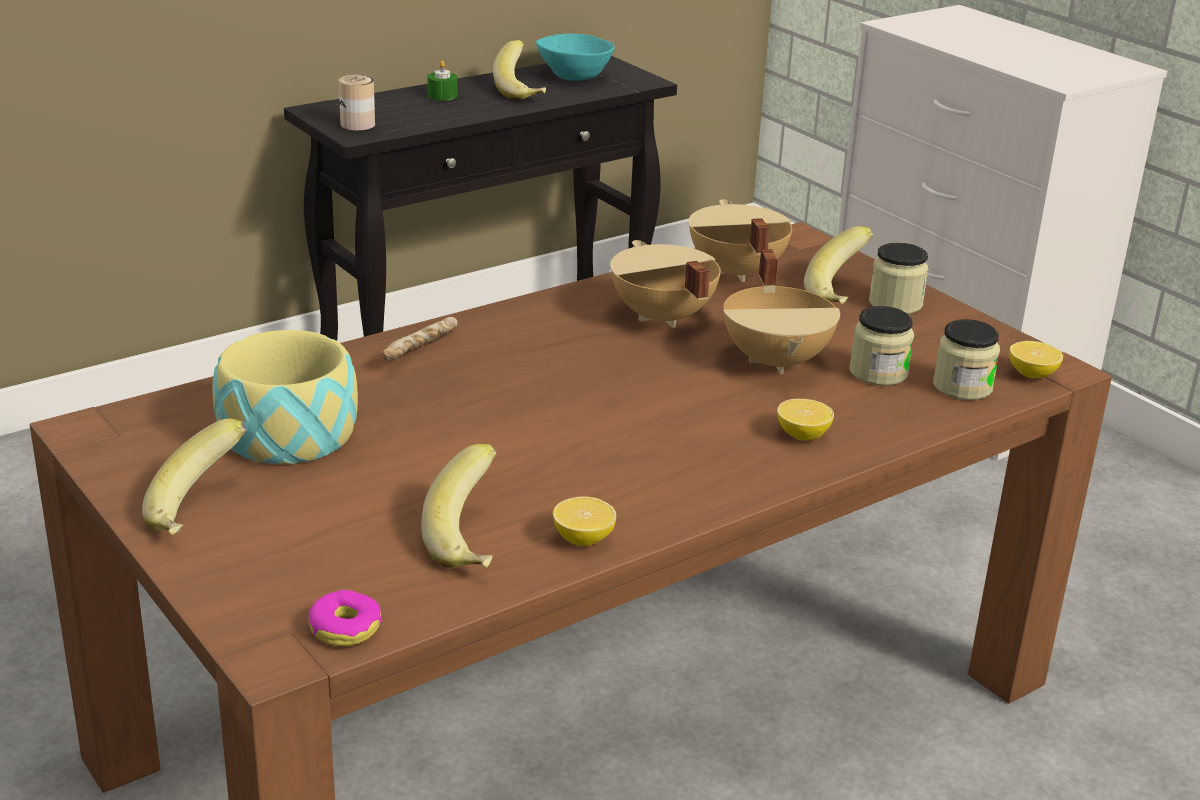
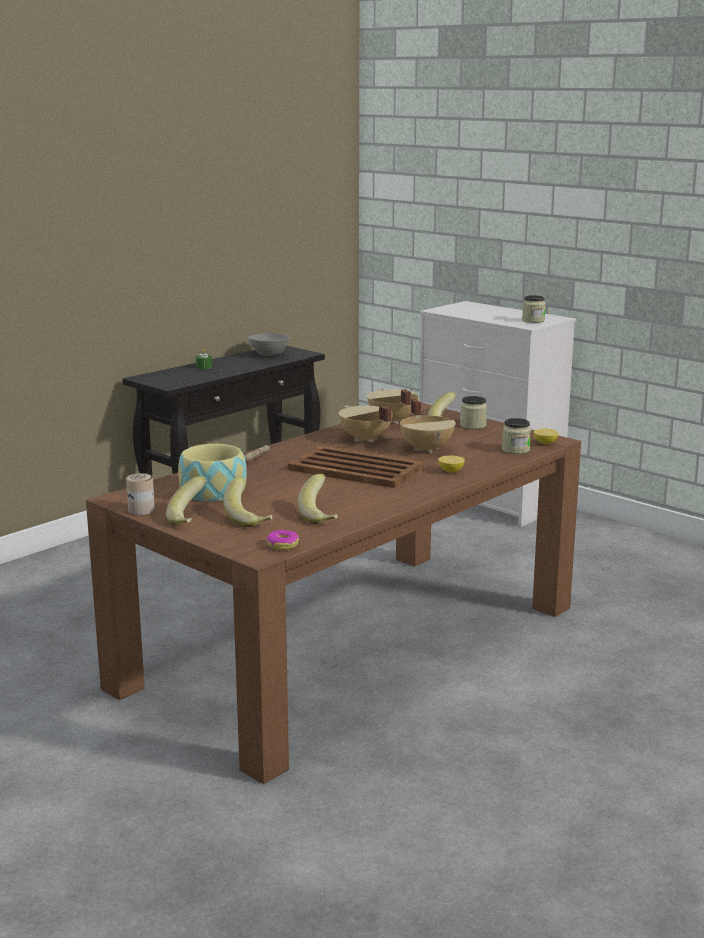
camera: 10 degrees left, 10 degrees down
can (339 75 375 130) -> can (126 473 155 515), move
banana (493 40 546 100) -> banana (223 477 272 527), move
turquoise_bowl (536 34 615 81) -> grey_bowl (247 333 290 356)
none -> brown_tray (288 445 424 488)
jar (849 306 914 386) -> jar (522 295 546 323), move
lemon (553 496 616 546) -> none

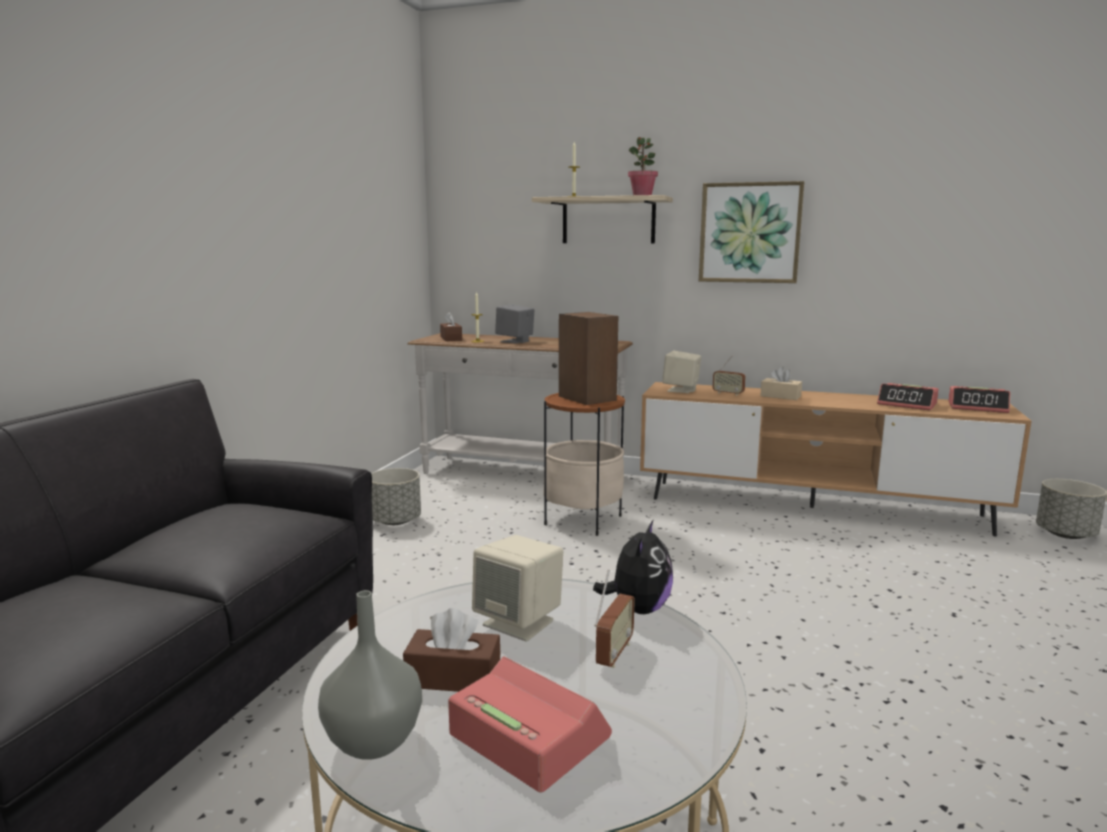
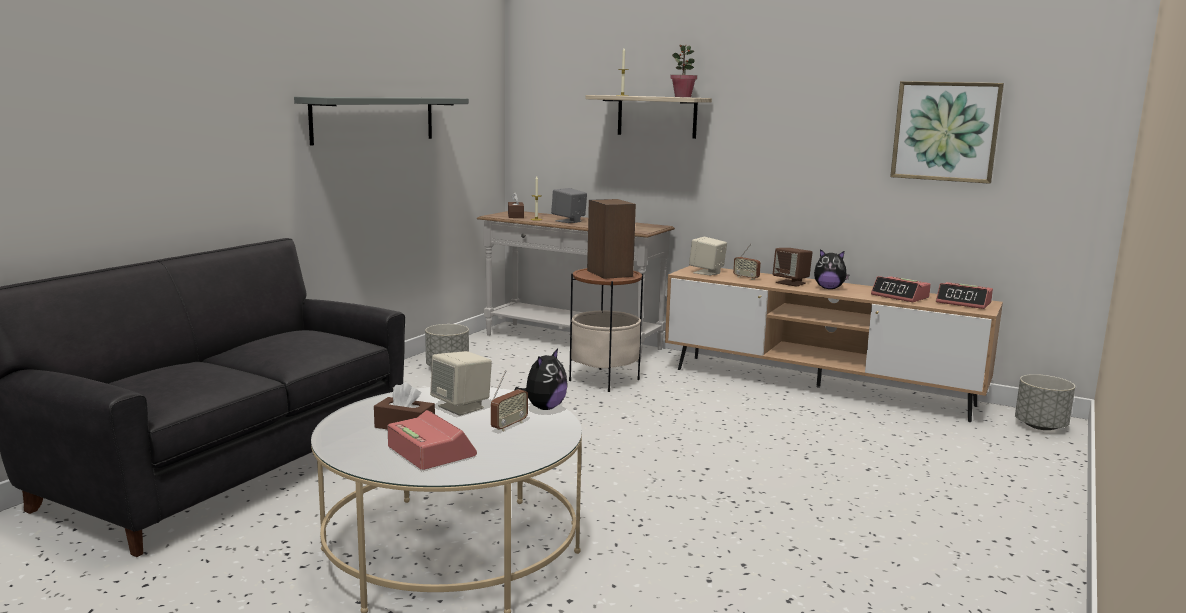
camera: 10 degrees right, 0 degrees up
none -> grey_shelf (294 97 469 145)
beige_tissue_box (760 366 802 400) -> brown_speaker (773 248 813 287)
none -> plush_toy (814 249 849 289)
picture (699 181 804 283) -> picture (890 81 1004 184), move
grey_vase (318 590 422 760) -> none

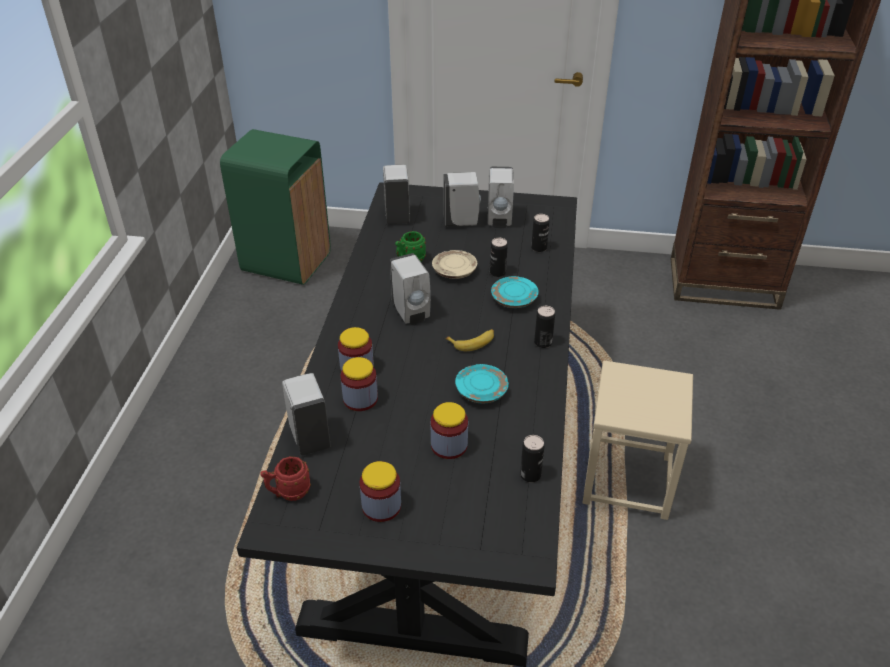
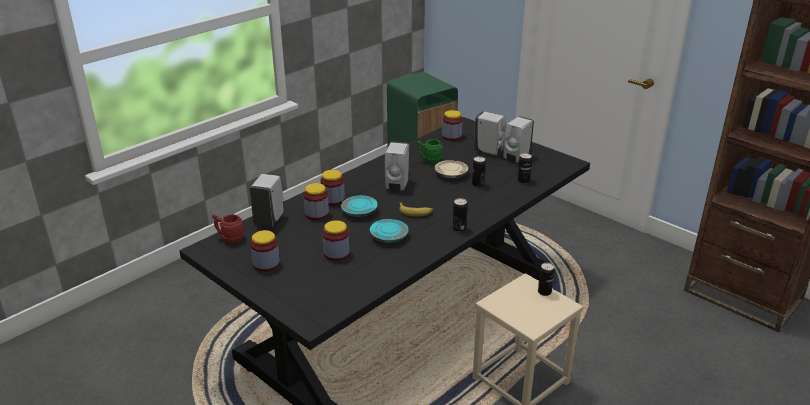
camera: 35 degrees right, 10 degrees down
turquoise_plate (491 276 539 308) -> turquoise_plate (341 195 378 217), move
white_soap_dispenser (383 165 410 224) -> jar (442 110 463 141)
can (520 435 545 482) -> can (538 263 555 296), move

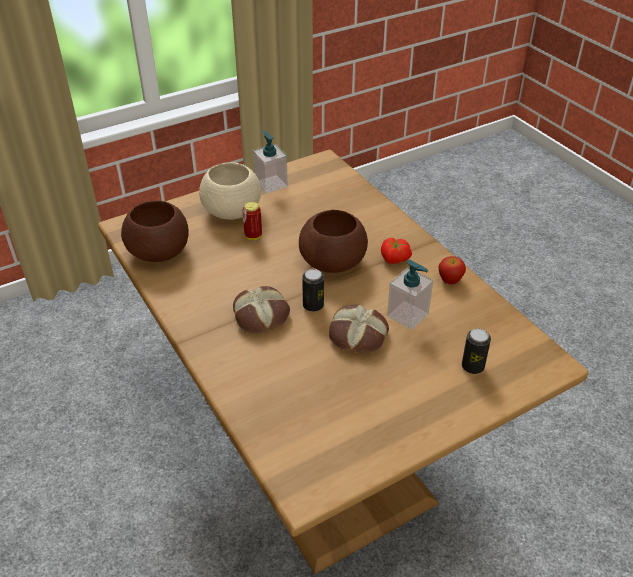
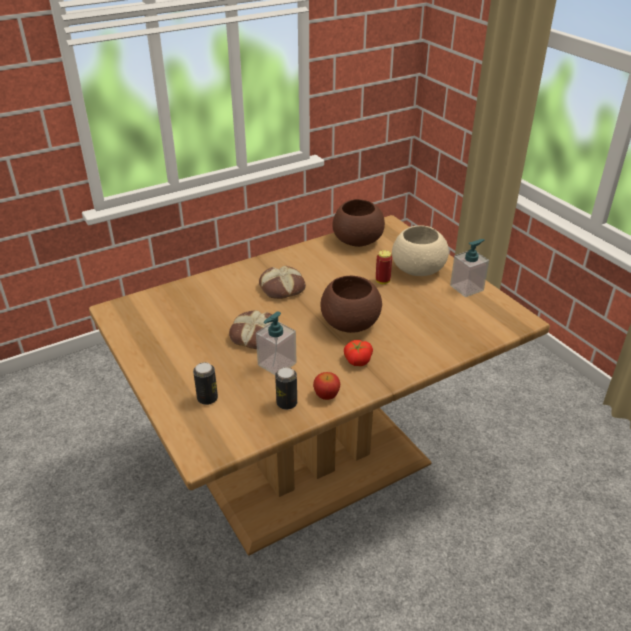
camera: 90 degrees right, 5 degrees down
can (302 269 324 312) -> can (275 367 297 410), move

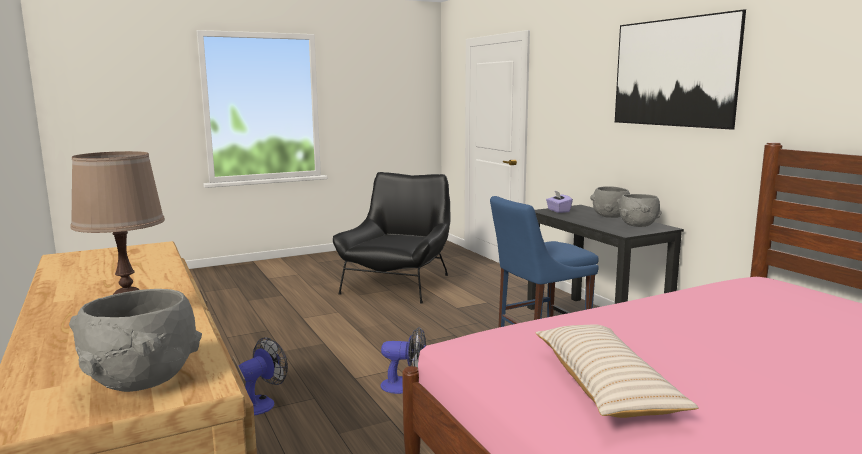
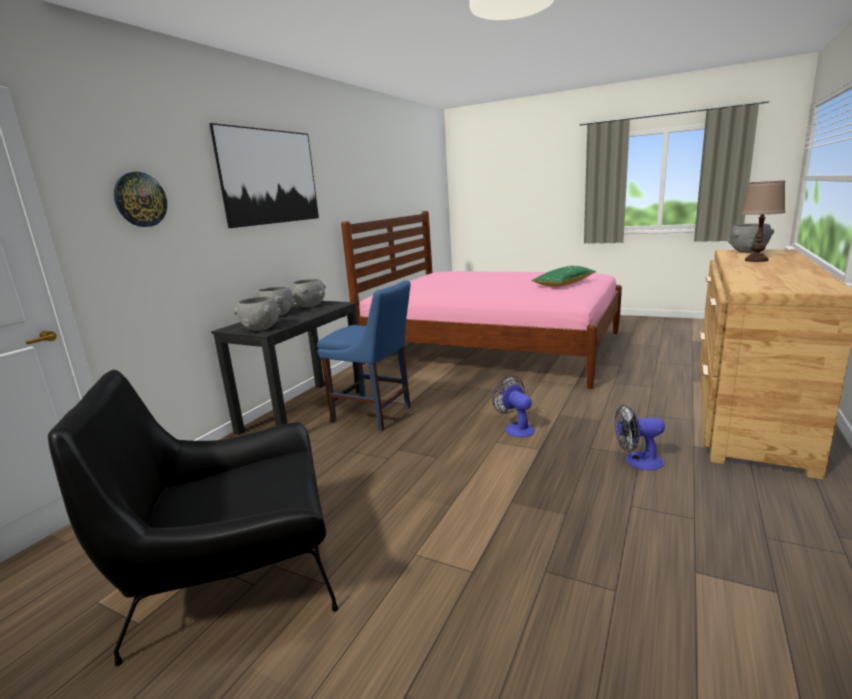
camera: 125 degrees left, 5 degrees up
none -> wall_clock (114 172 167 227)
purple_tissue_box (546 191 573 213) -> grey_bowl (234 296 281 331)
beige_pillow (536 324 699 418) -> green_pillow (531 266 596 287)

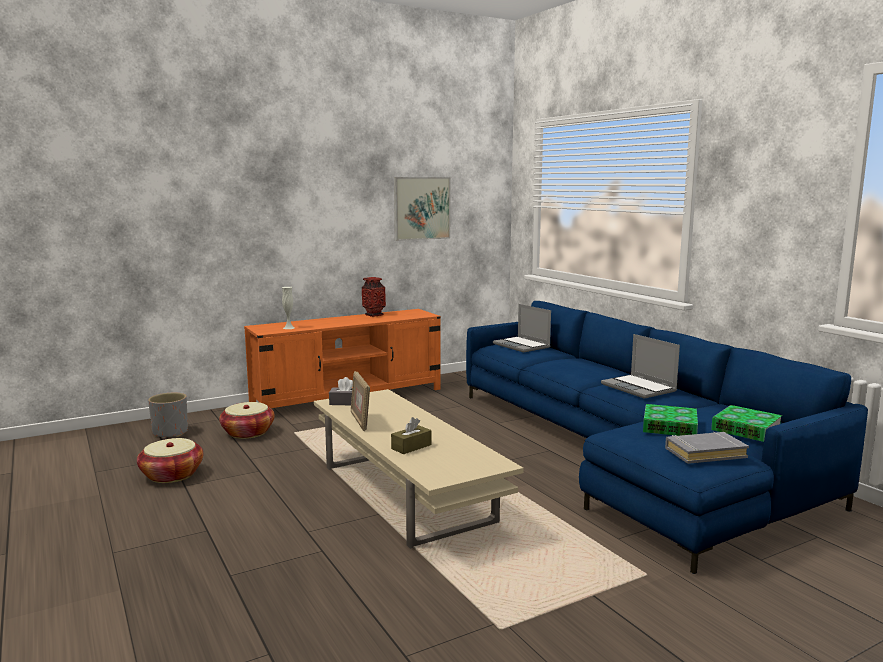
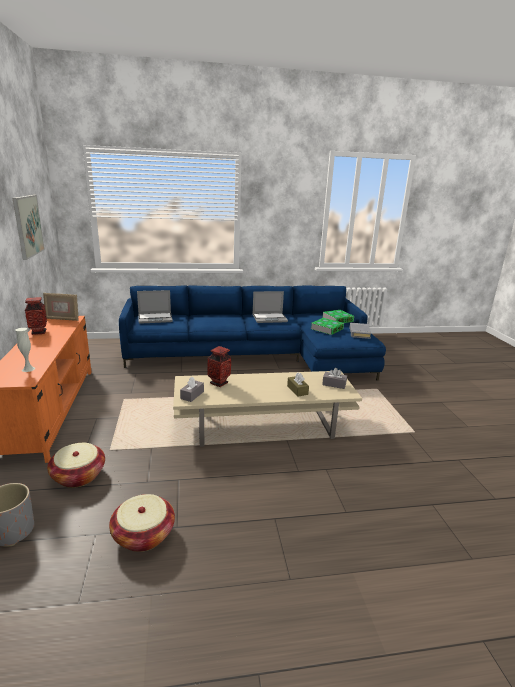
camera: 70 degrees left, 10 degrees up
picture_frame (351 371 370 431) -> picture_frame (43 293 79 321), move
none -> vase (207 346 231 387)
none -> grey_tissue_box (322 368 347 389)

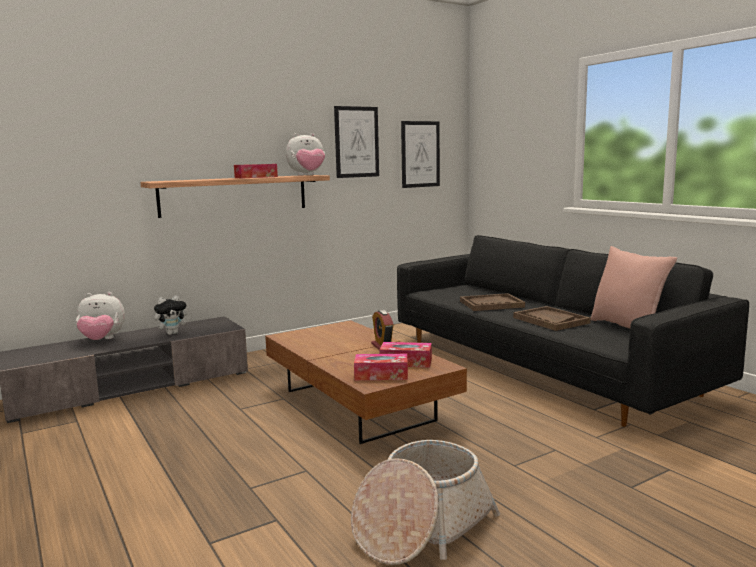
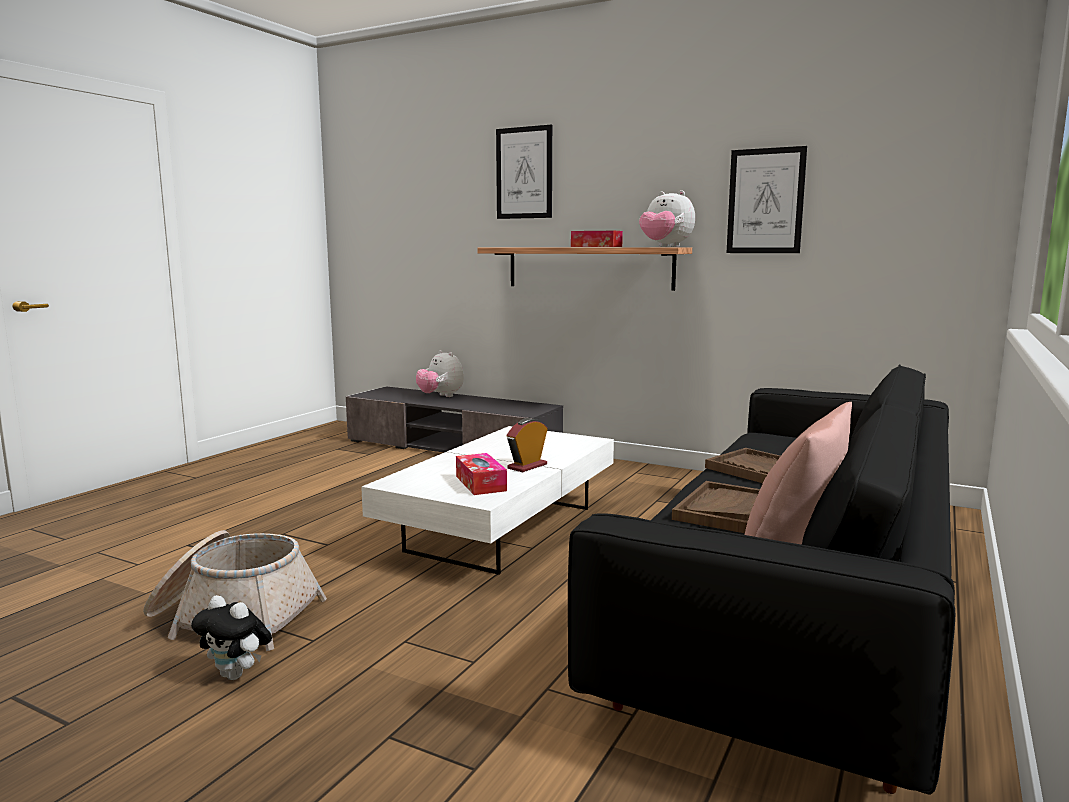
camera: 60 degrees right, 0 degrees up
plush_toy (154 295 191 335) -> plush_toy (191 595 272 680), move
brown_coffee_table (265 320 467 444) -> white_coffee_table (361 426 614 575)
picture (401 121 440 188) -> picture (496 125 552 219), move
tissue_box (354 354 408 380) -> none

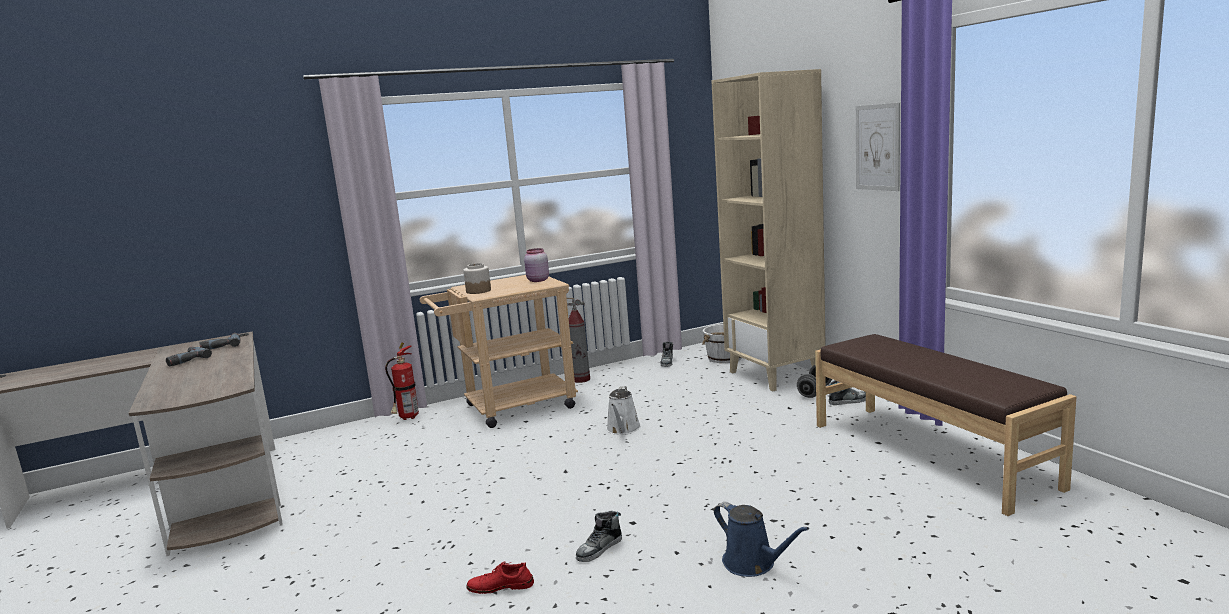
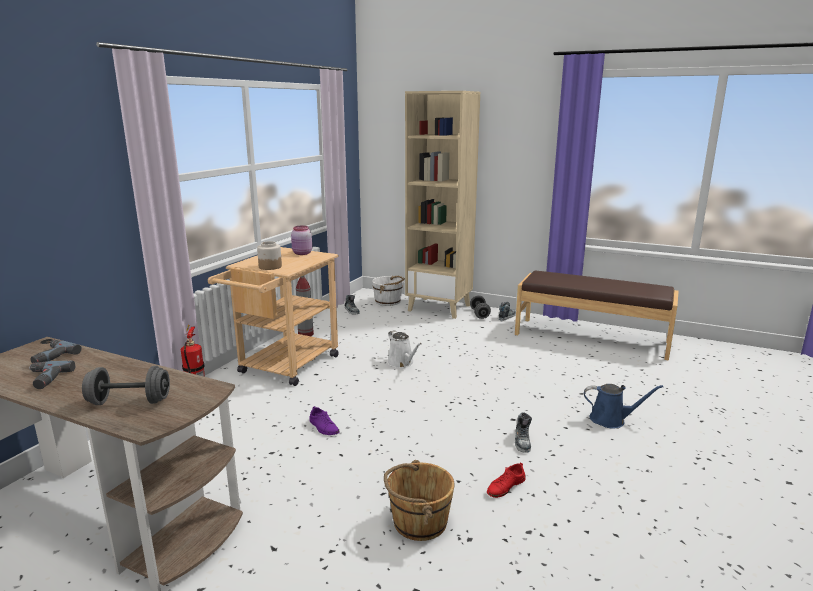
camera: 40 degrees left, 5 degrees up
none -> grey_dumbbell (82 366 170 405)
none -> purple_shoe (309 406 339 435)
none -> brown_bucket (384 460 454 541)
picture (856 103 900 191) -> none

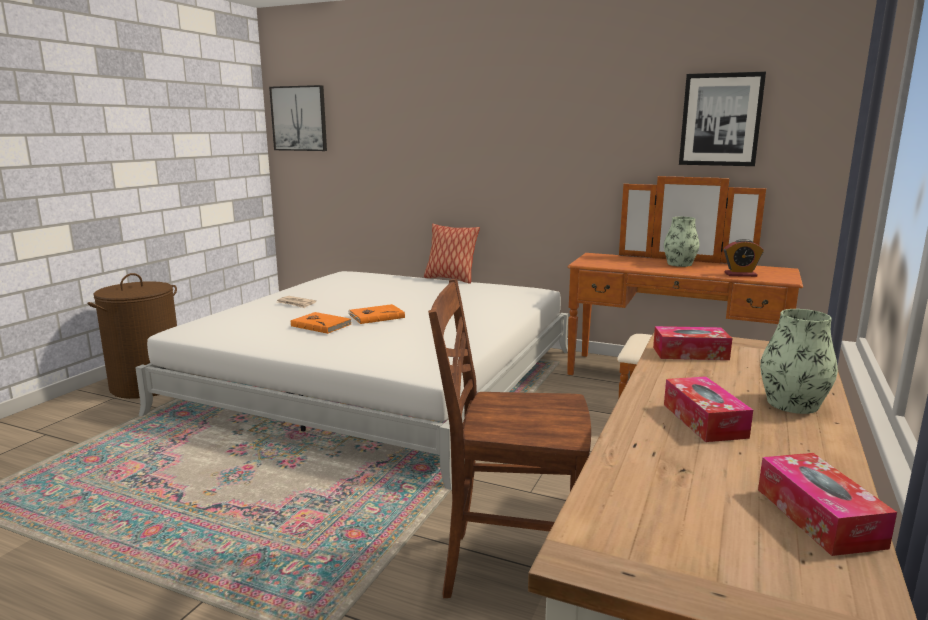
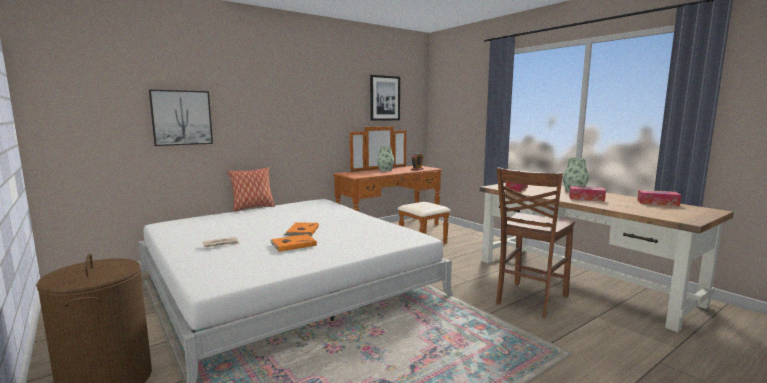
camera: 60 degrees left, 5 degrees down
picture (269 85 327 151) -> picture (149 89 213 146), move

